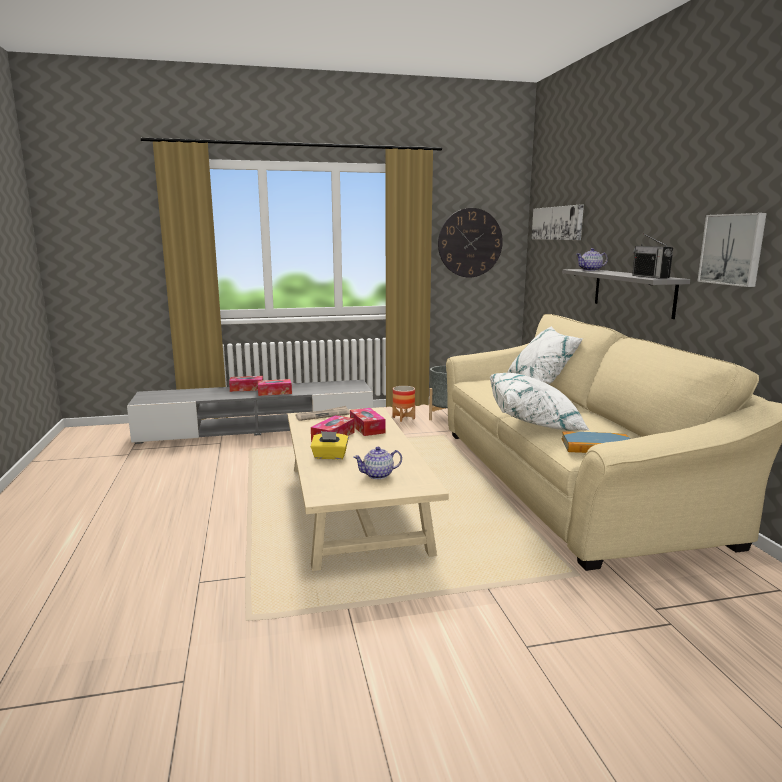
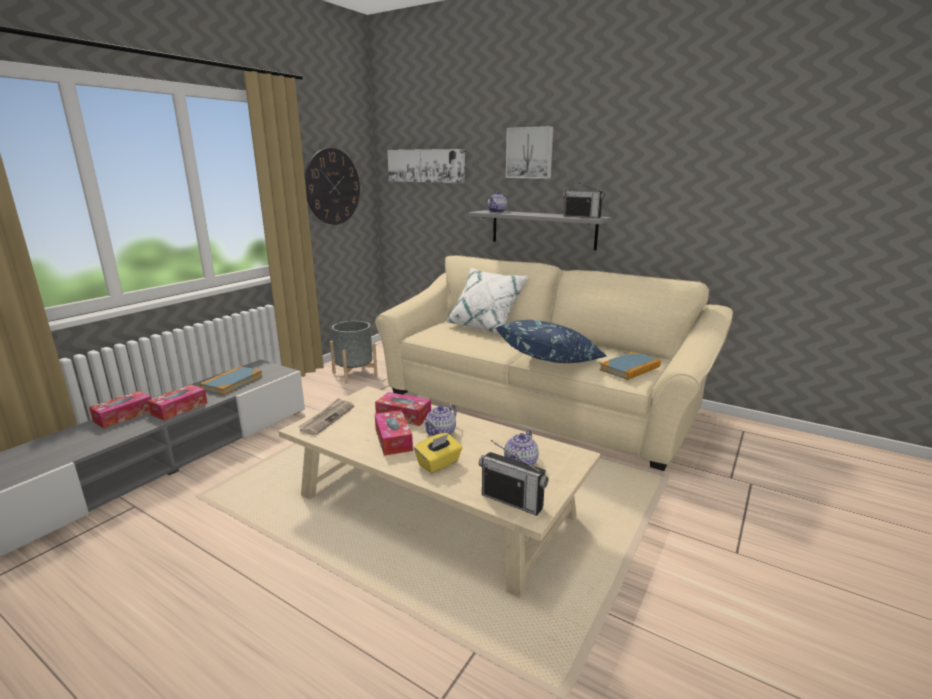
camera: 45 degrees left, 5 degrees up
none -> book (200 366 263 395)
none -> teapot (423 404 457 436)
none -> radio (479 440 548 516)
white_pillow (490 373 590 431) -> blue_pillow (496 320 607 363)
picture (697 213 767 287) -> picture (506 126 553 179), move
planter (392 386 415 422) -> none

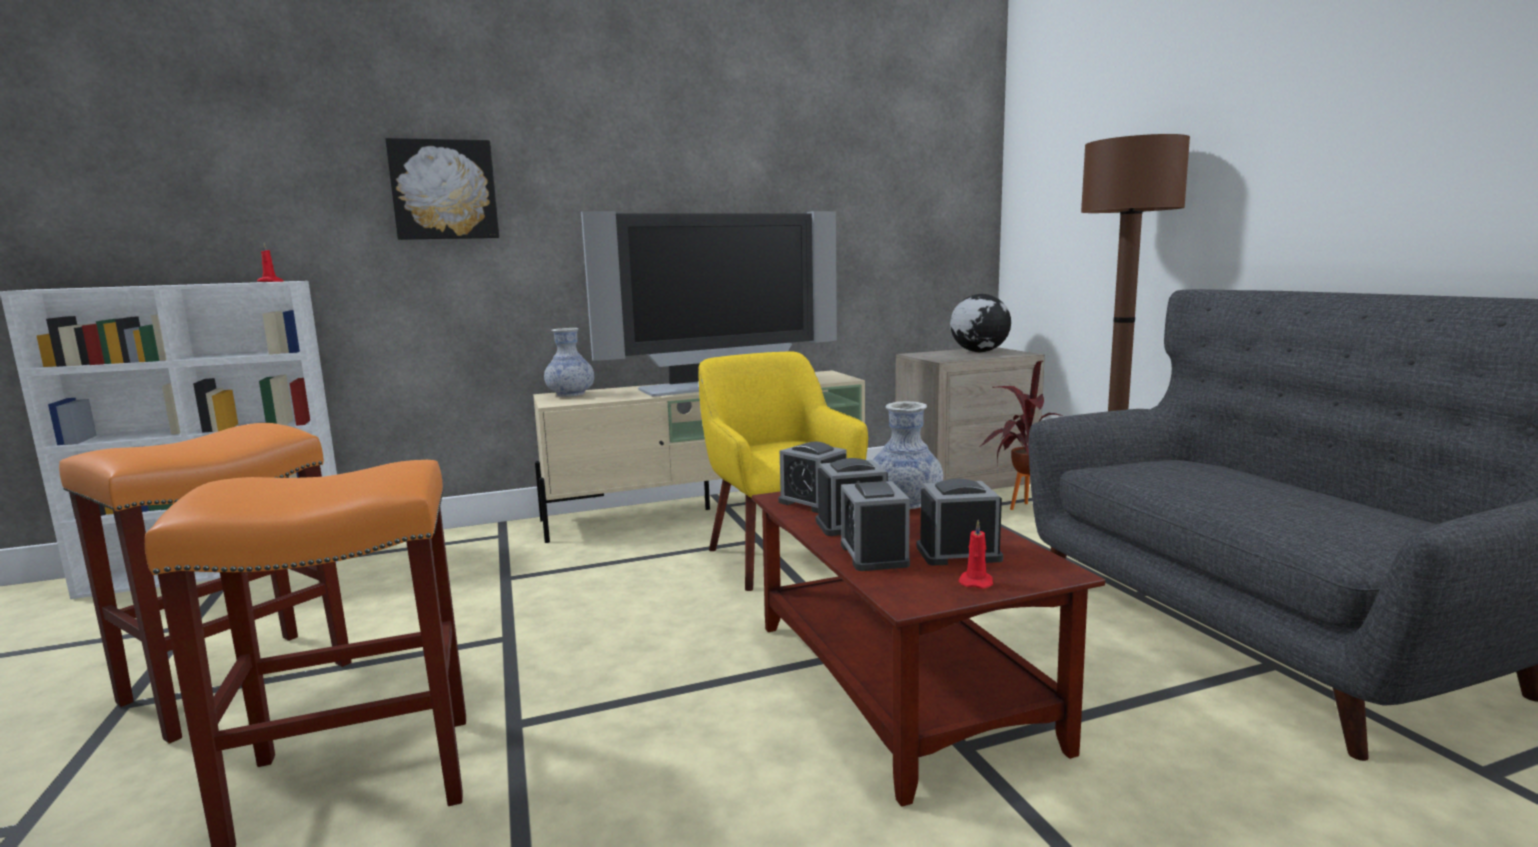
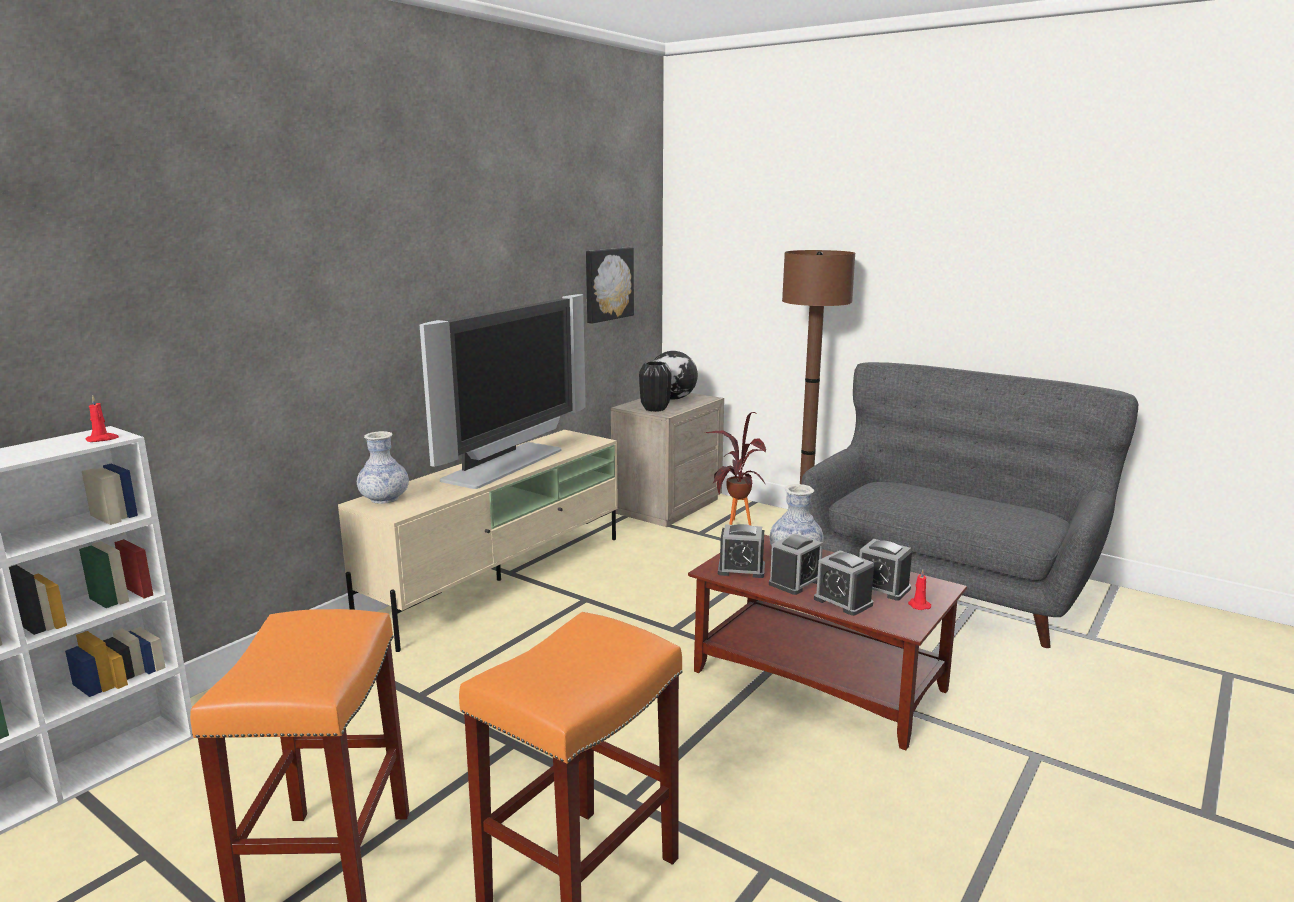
camera: 35 degrees left, 5 degrees up
picture (385 138 499 240) -> picture (586 247 634 324), move
none -> black_vase (639 361 671 412)
alarm_clock (916 479 1003 566) -> alarm_clock (859 539 912 601), 105 degrees counterclockwise
yellow_armchair (699 351 868 591) -> none

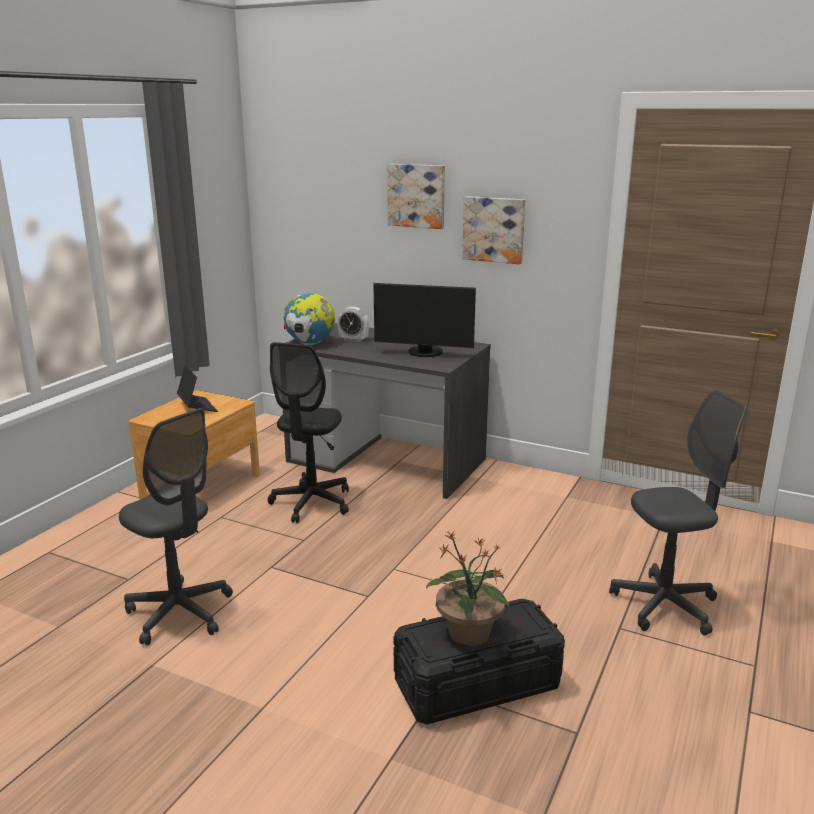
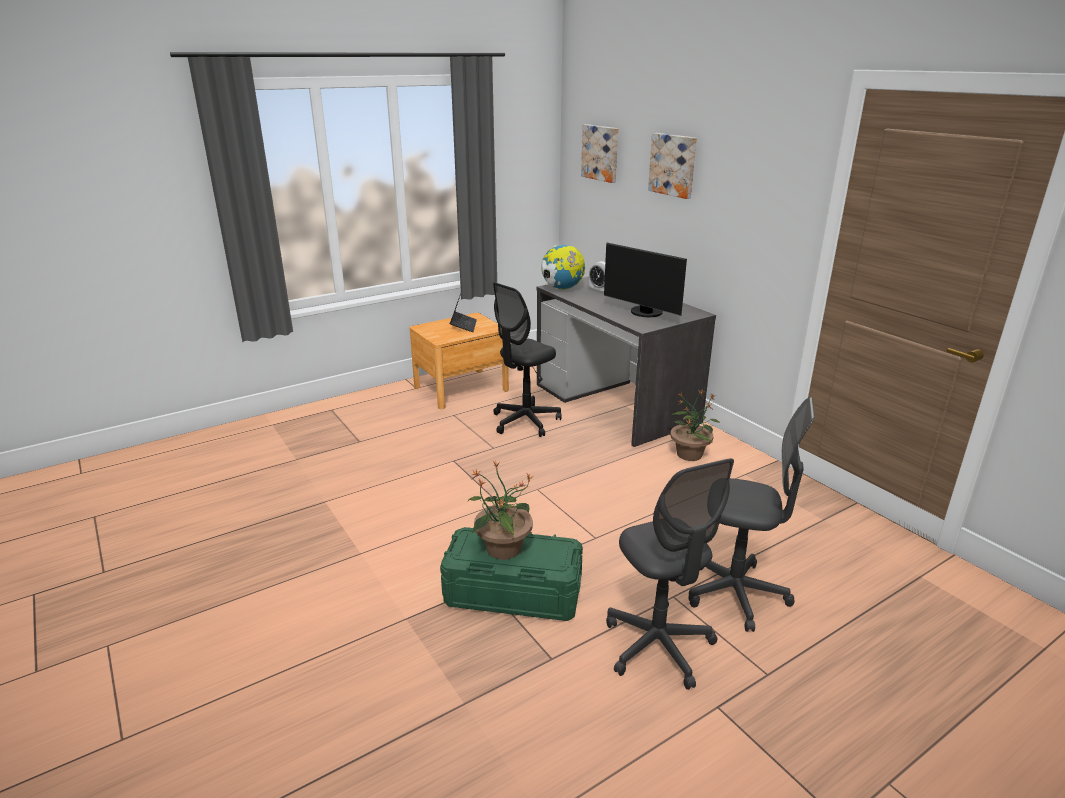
camera: 30 degrees right, 5 degrees up
black_storage_box (393 598 565 725) -> green_storage_box (440 527 583 621)
picture (462 196 525 264) -> picture (581 124 619 183), move
grey_office_chair (119 408 233 646) -> grey_office_chair (606 458 734 690), move
none -> potted_plant (670 390 720 461)

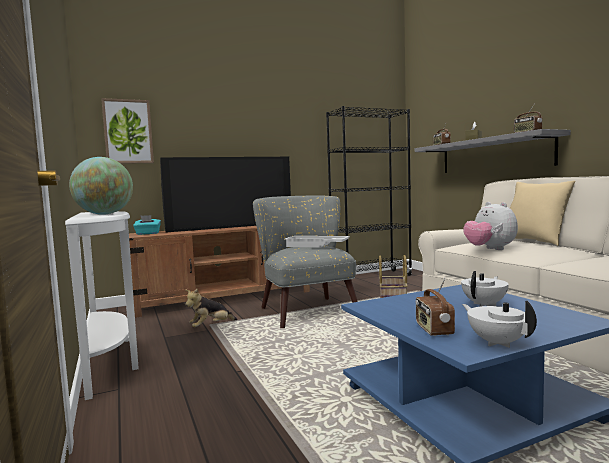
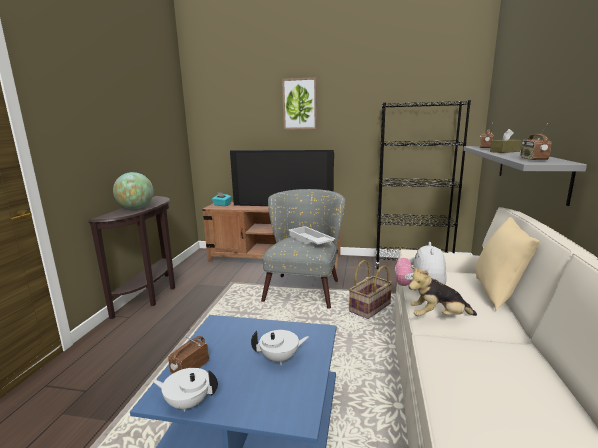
camera: 35 degrees right, 10 degrees up
white_console_table (65 211 139 400) -> brown_console_table (88 196 175 319)
white_teapot (462 301 537 348) -> white_teapot (152 368 218 412), 90 degrees counterclockwise
picture (101 98 154 164) -> picture (282 77 317 130), move
plush_toy (185 289 238 327) -> plush_toy (408 266 477 316), move

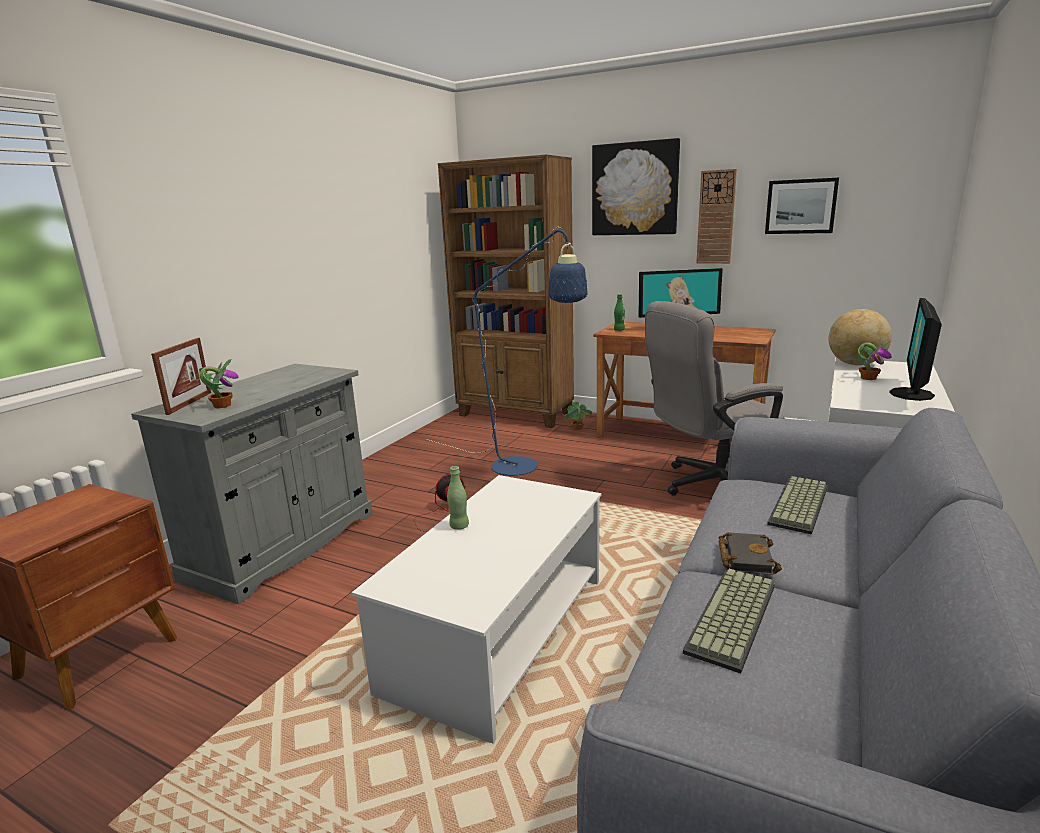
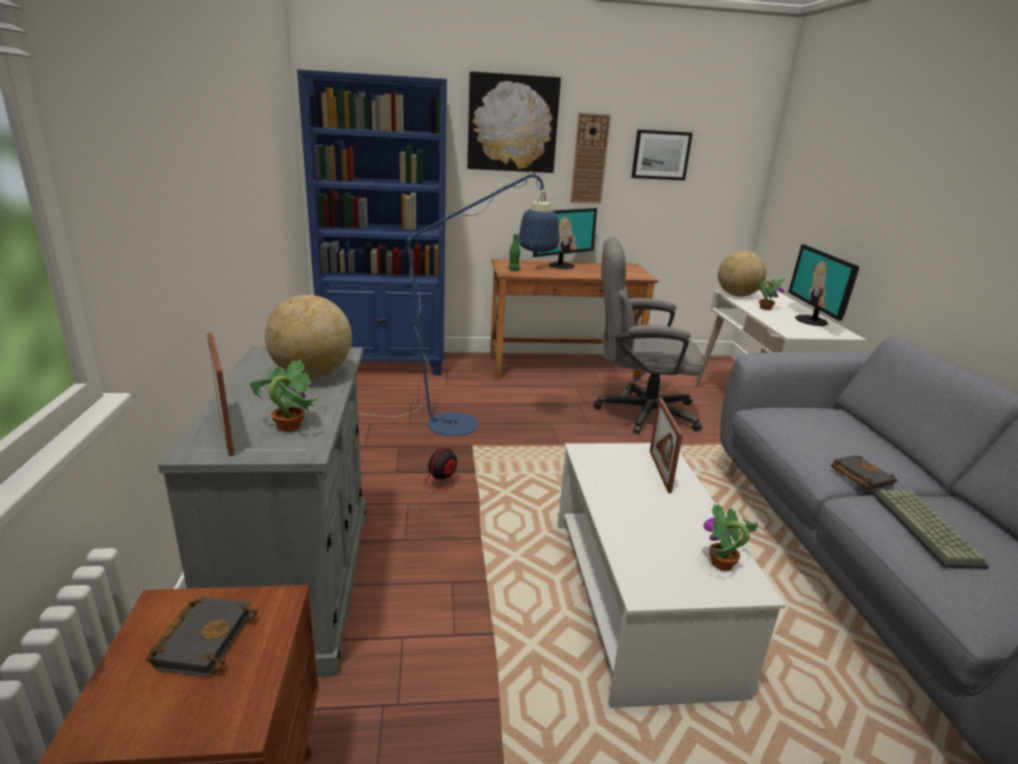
camera: 35 degrees left, 5 degrees up
none -> black_book (146 596 258 677)
none -> globe (265 295 352 378)
brown_bookcase (438 154 574 428) -> blue_bookcase (297 69 447 375)
grey_office_chair (645 301 784 496) -> grey_office_chair (594 237 704 434), 60 degrees clockwise
none -> picture_frame (650 398 683 493)
potted_plant (563 401 592 430) -> potted_plant (703 504 758 571), move
green_bottle (447 466 469 530) -> none
keyboard (767 476 828 535) -> none

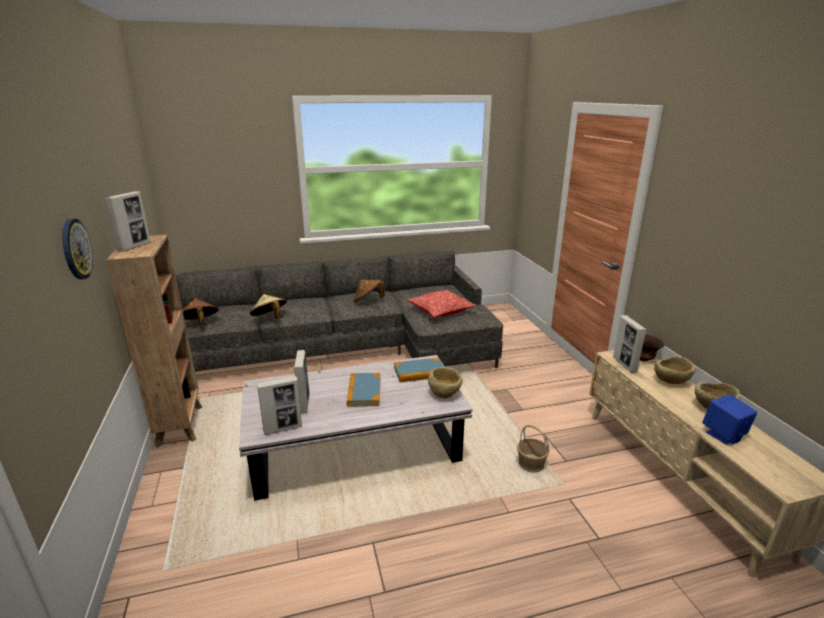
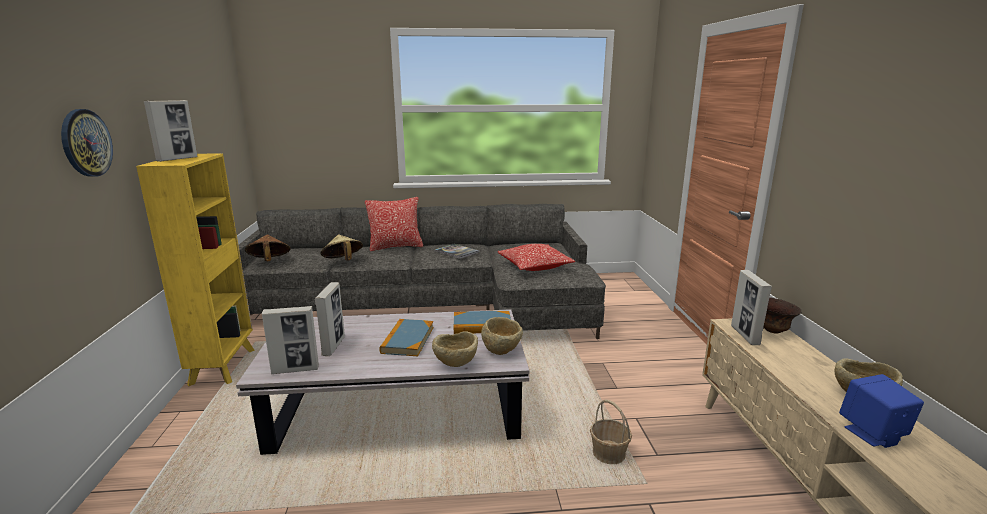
camera: 10 degrees right, 5 degrees down
brown_bookcase (106 235 202 448) -> yellow_bookcase (136 153 255 386)
none -> pillow (365 197 423 251)
beige_bowl (654 356 696 384) -> beige_bowl (432 332 478 367), move
brown_hat (354 280 385 302) -> book (434 244 480 259)

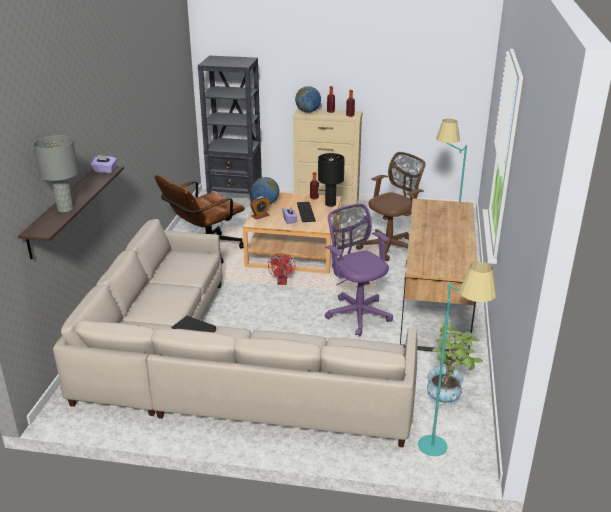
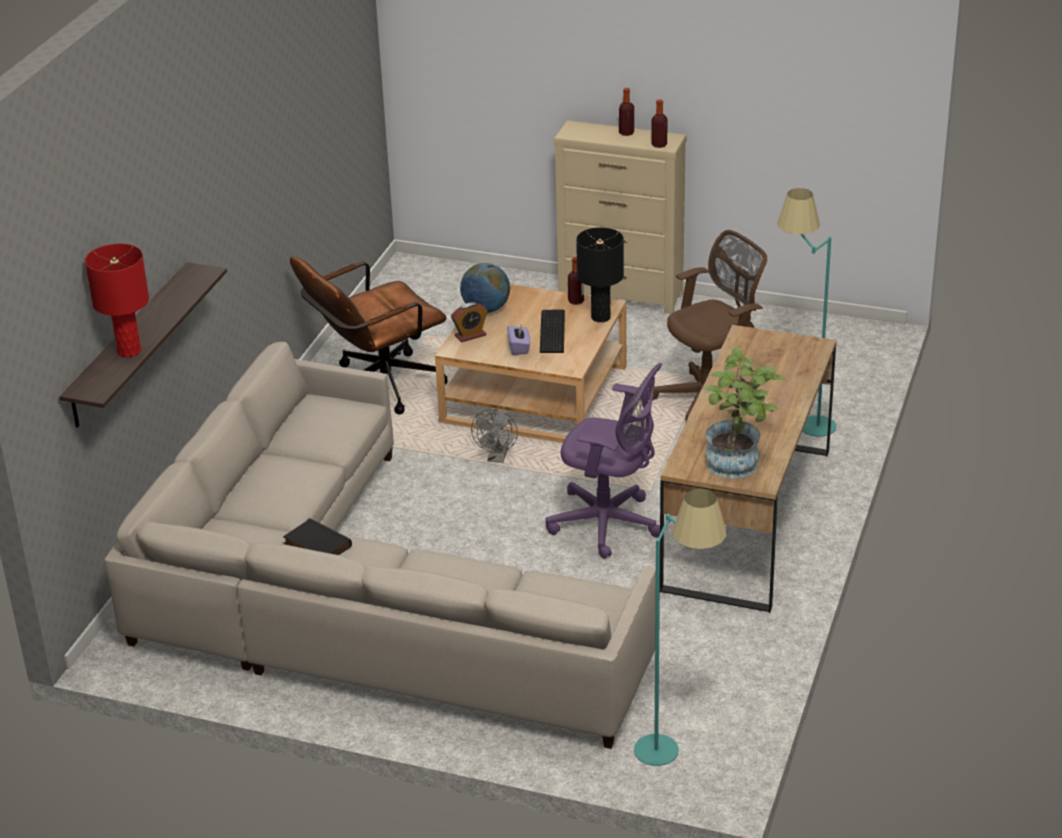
camera: 10 degrees right, 5 degrees up
grey_table_lamp (33 135 78 212) -> red_table_lamp (85 244 149 357)
red_fan (268 253 295 285) -> grey_fan (471 409 518 463)
purple_office_chair (325 204 393 336) -> purple_office_chair (545 363 662 559), 135 degrees clockwise
potted_plant (427 322 483 405) -> potted_plant (702 348 787 478), move
purple_tissue_box (91 155 117 173) -> none
black_bookcase (198 56 262 209) -> none
globe (295 86 321 113) -> none

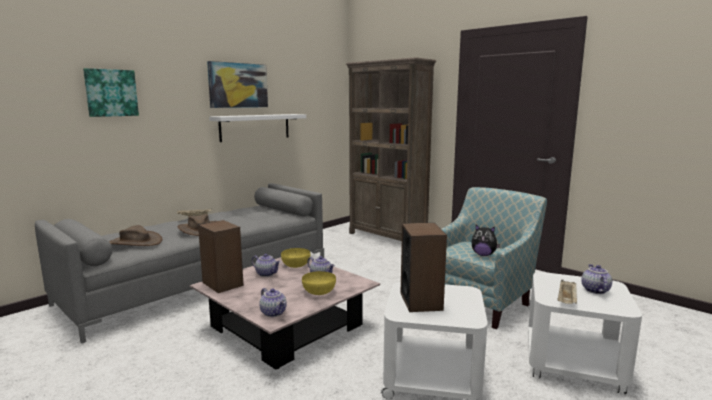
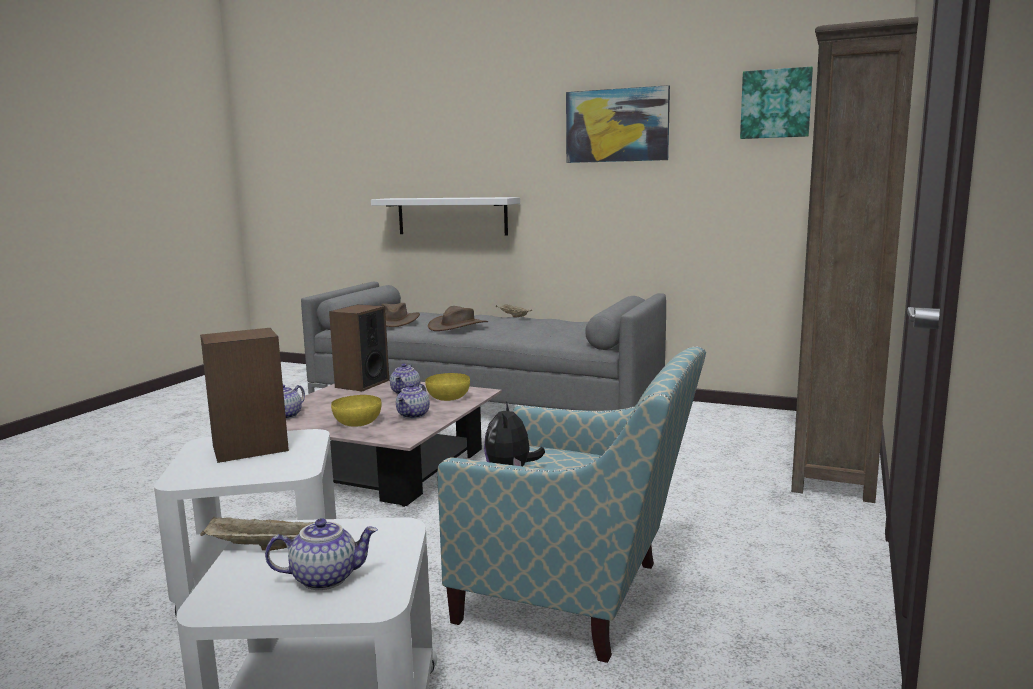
camera: 70 degrees right, 0 degrees up
white_shelf (209 114 306 142) -> white_shelf (371 197 520 236), move
picture (83 68 139 117) -> picture (740 66 813 139), move

